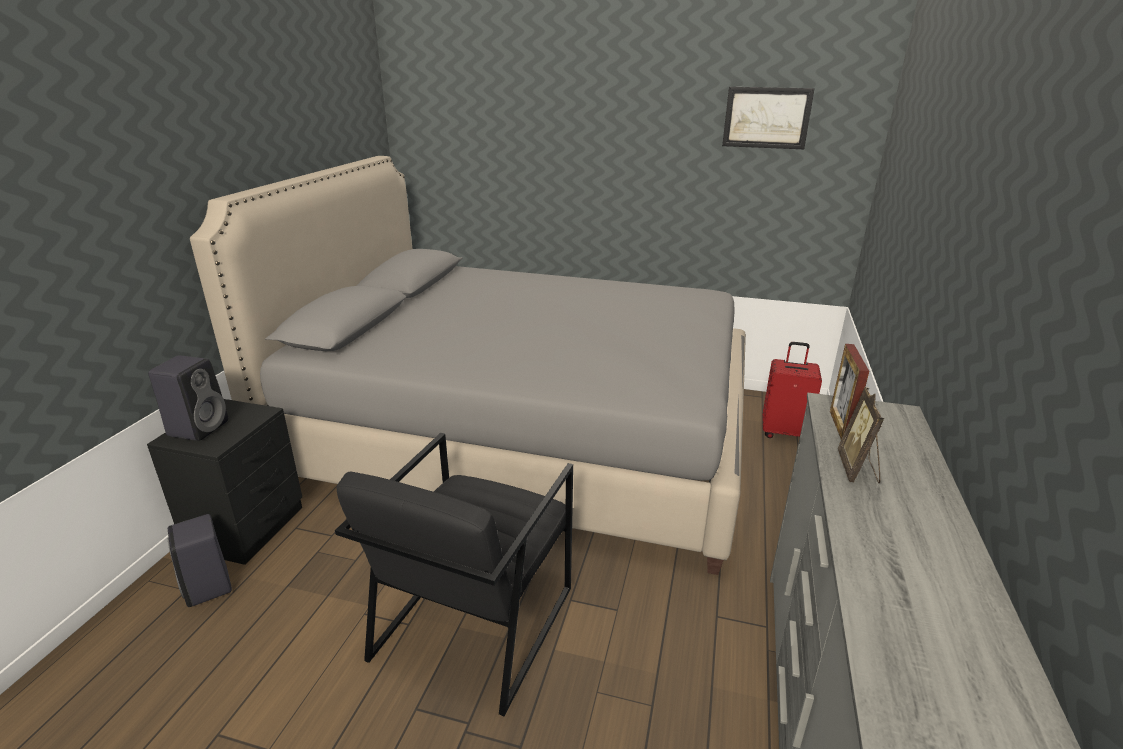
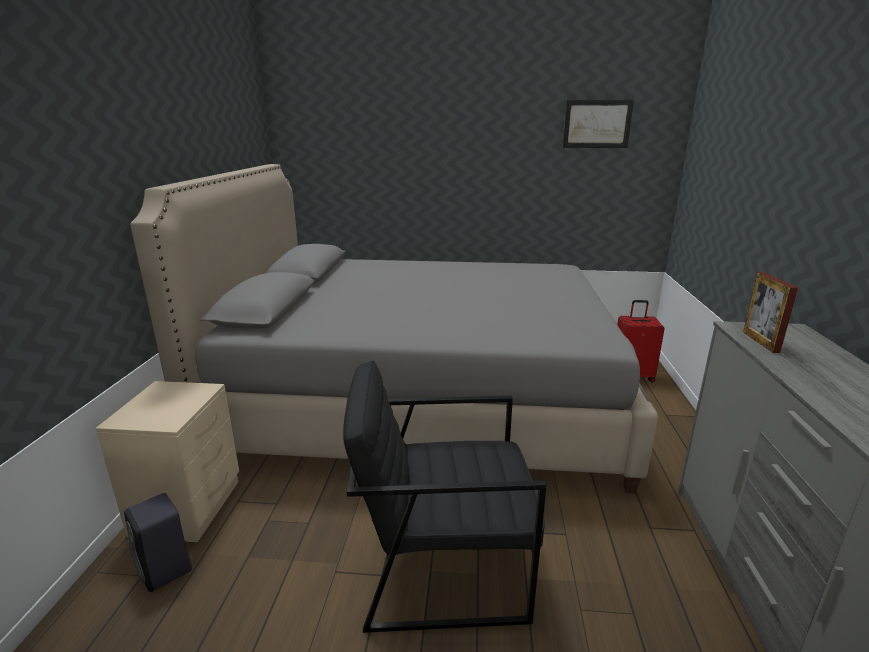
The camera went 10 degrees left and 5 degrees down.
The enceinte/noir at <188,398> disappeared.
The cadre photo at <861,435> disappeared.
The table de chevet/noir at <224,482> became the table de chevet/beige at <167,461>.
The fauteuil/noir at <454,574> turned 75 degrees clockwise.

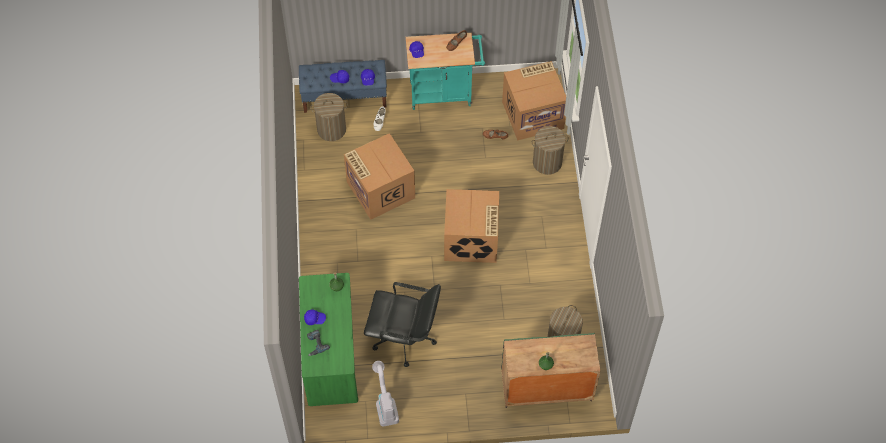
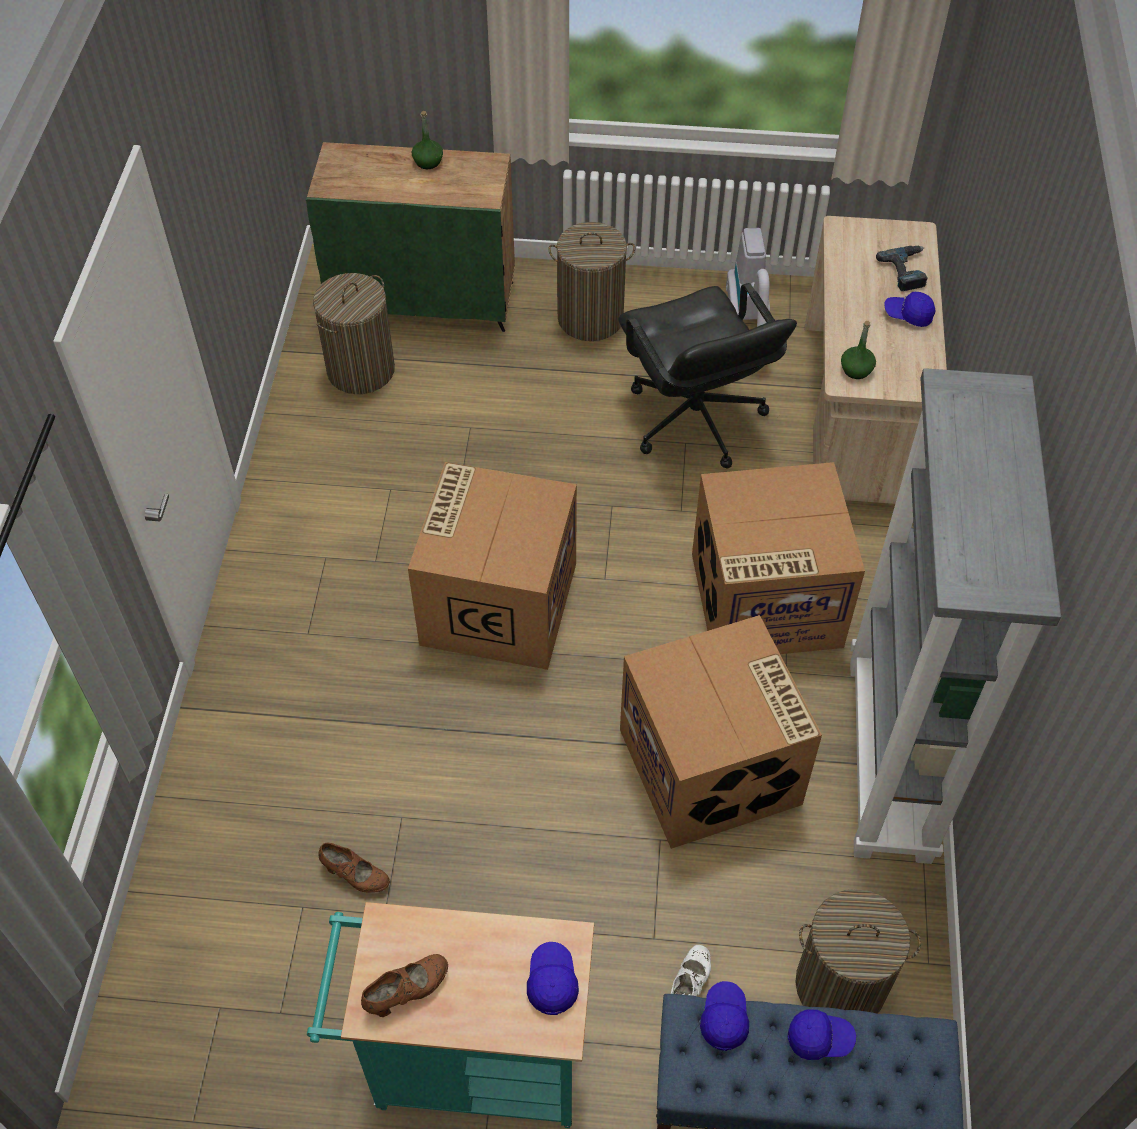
The camera went 170 degrees left and 5 degrees down.
The carton moved from <534,101> to <778,558>.
The panier à linge moved from <550,150> to <591,281>.
The bureau/vert at <328,339> became the bureau/beige at <875,360>.
The chaise de bureau/noir at <402,324> turned 135 degrees counterclockwise.
The bibliothèque/gris at <955,616> appeared.

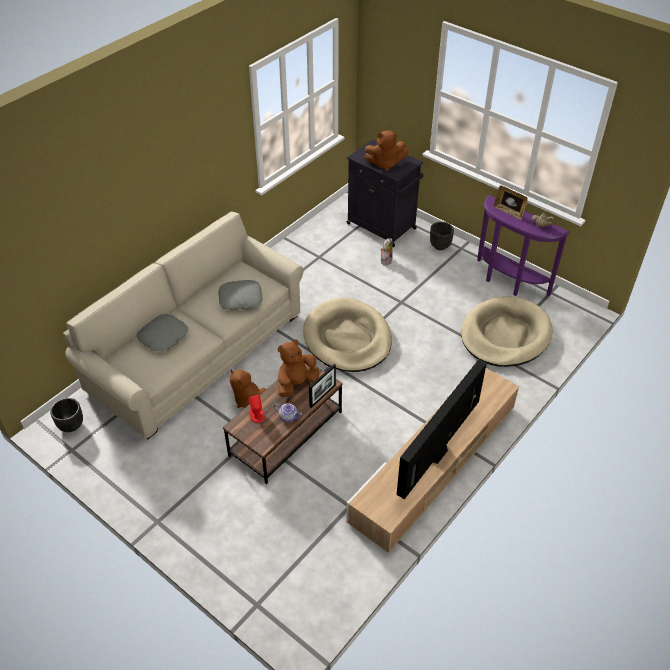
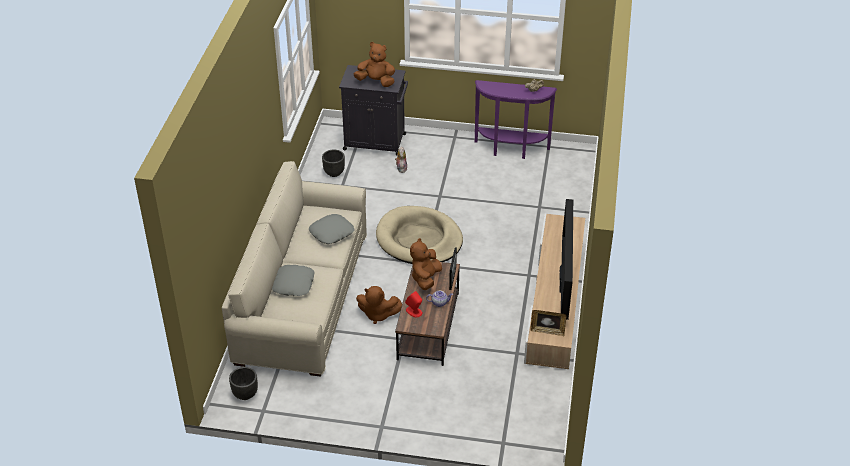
The camera went 30 degrees left and 5 degrees down.
The peluche/marron at <387,150> turned 135 degrees counterclockwise.
The cadre photo moved from <511,202> to <548,323>.
The cache-pot/noir moved from <442,236> to <333,163>.
The panier pour chien/beige at <506,331> disappeared.

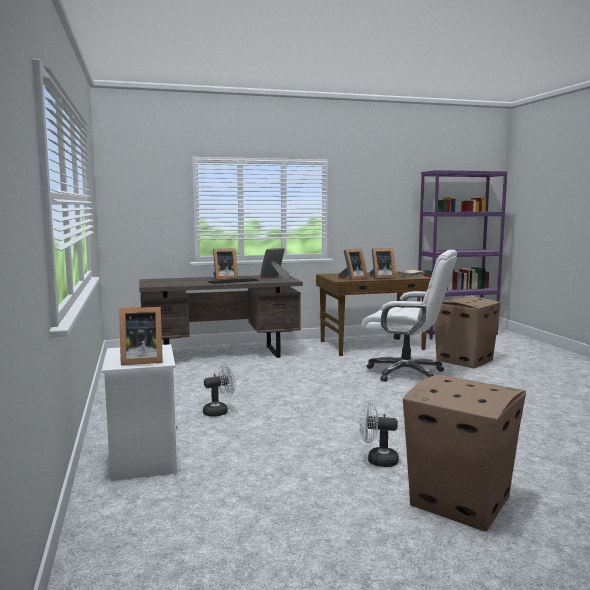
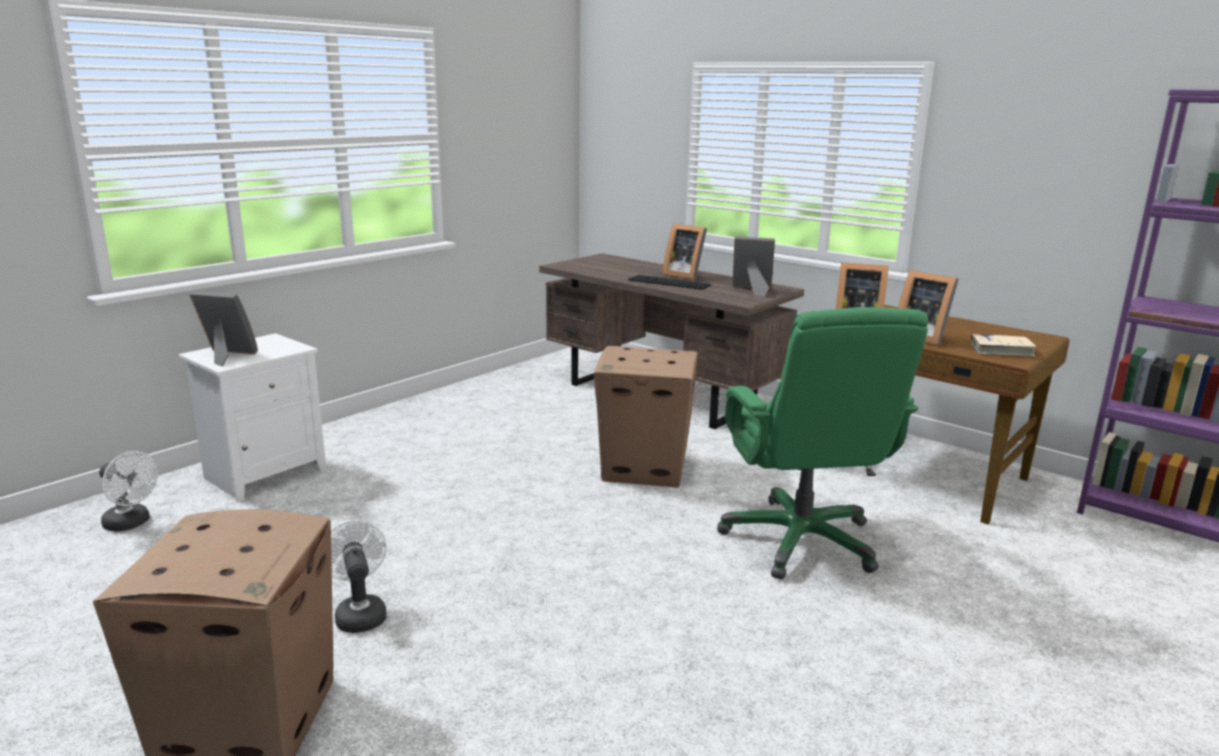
The camera went 55 degrees right and 10 degrees up.
The chaise de bureau/blanc at <409,316> became the chaise de bureau/vert at <822,443>.
The carton moved from <468,333> to <646,417>.
The cadre photo at <141,336> turned 150 degrees clockwise.
The ventilateur/blanc moved from <219,390> to <128,491>.

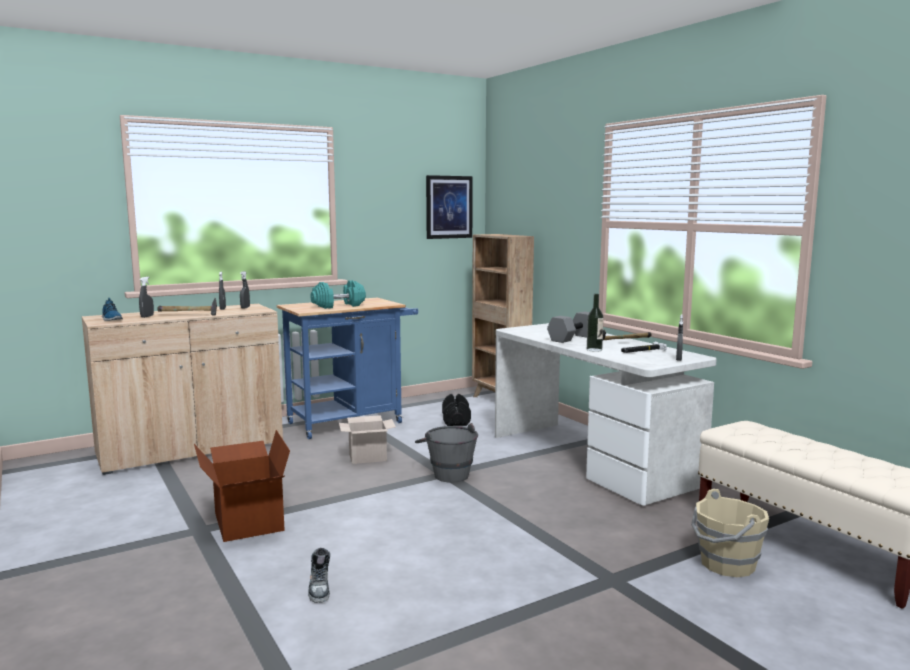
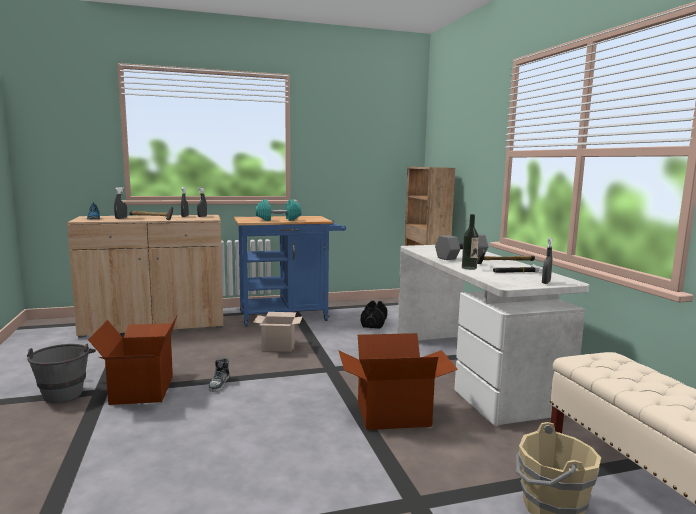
The camera went 15 degrees right and 0 degrees up.
The tableau at <449,207> disappeared.
The seau/gris moved from <446,453> to <61,373>.
The chaussure moved from <319,575> to <218,375>.
The carton at <398,381> appeared.

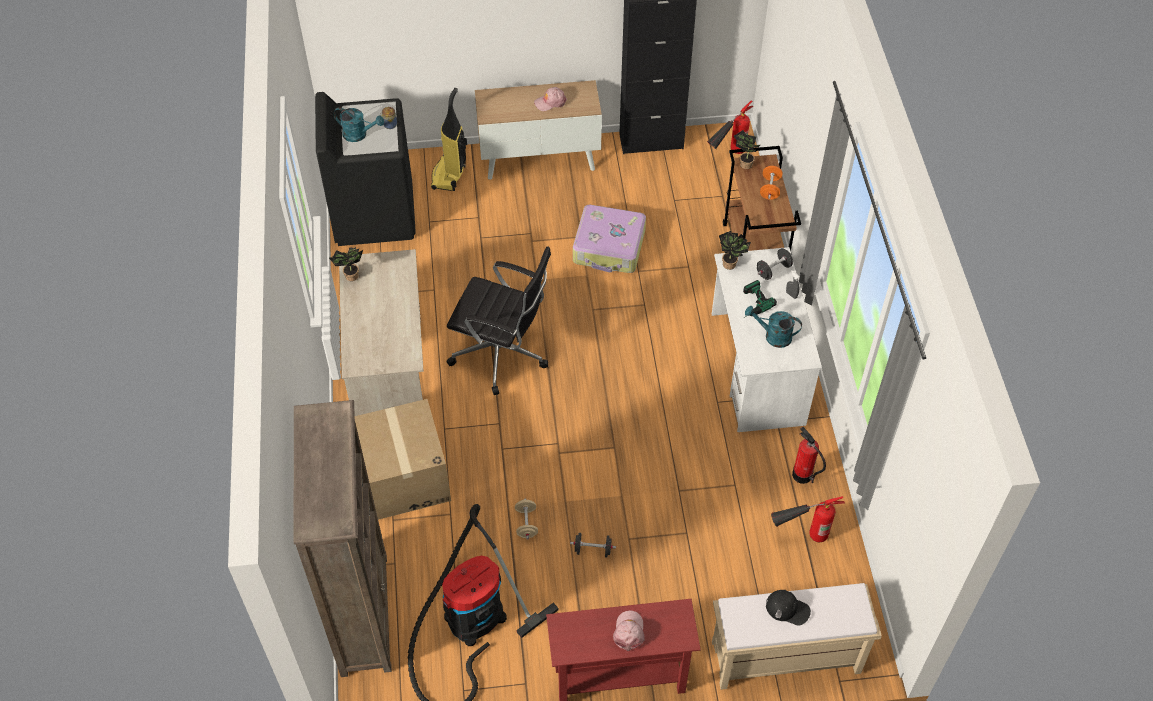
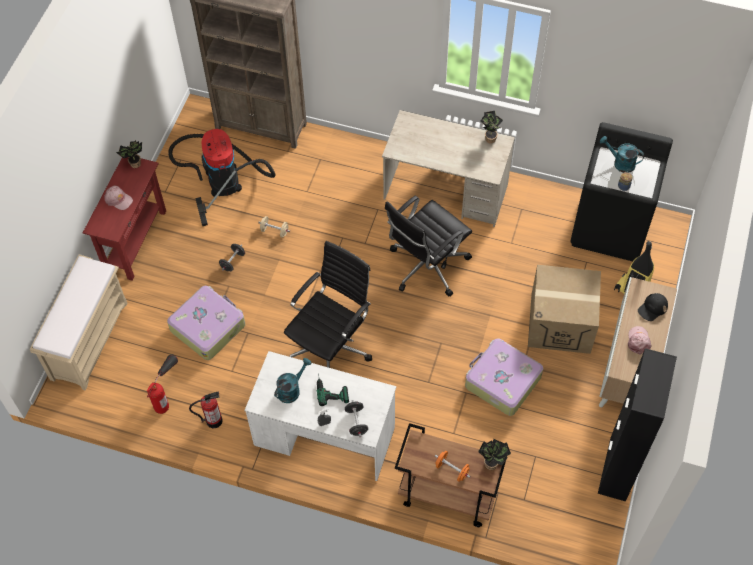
The camera went 115 degrees right and 5 degrees up.
The extincteur at <730,127> disappeared.
The arrosoir/turquoise at <359,124> turned 75 degrees clockwise.
The plante en pot moved from <735,250> to <129,154>.
The carton moved from <403,459> to <564,309>.
The casquette/noir moved from <788,607> to <653,307>.
The chaise de bureau/noir at <328,304> appeared.
The valise at <206,323> appeared.

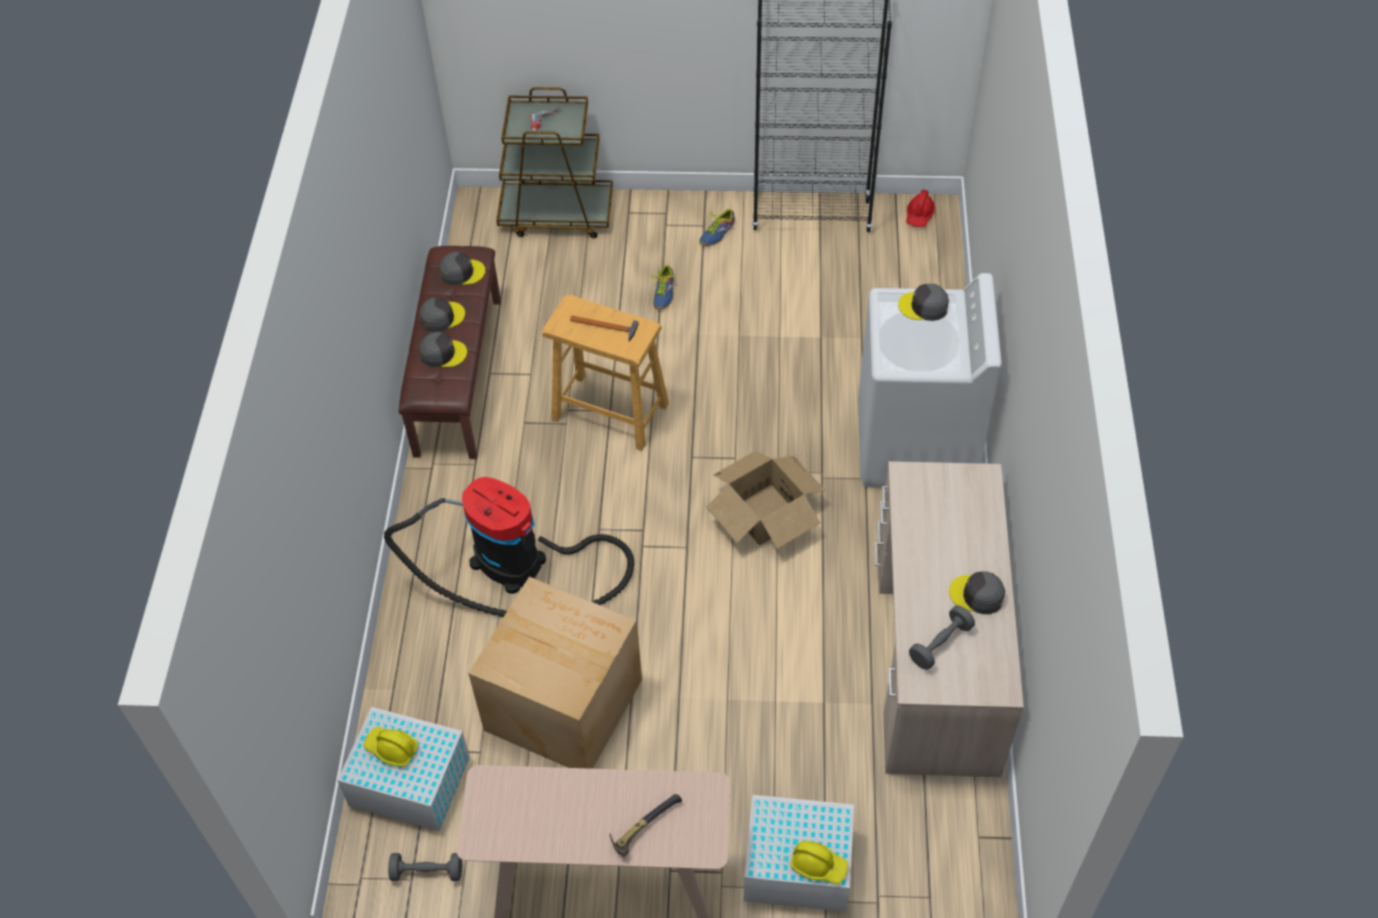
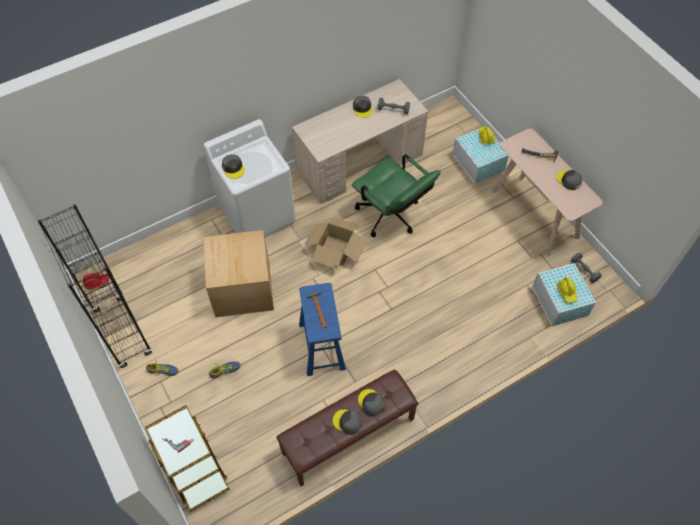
The camera went 125 degrees left and 5 degrees up.
The casquette/gris moved from <462,268> to <569,180>.
The tabouret/beige at <605,373> became the tabouret/bleu at <322,329>.
The aspirateur at <509,547> disappeared.
The carton moved from <555,673> to <239,273>.
The chaise de bureau/vert at <396,195> appeared.

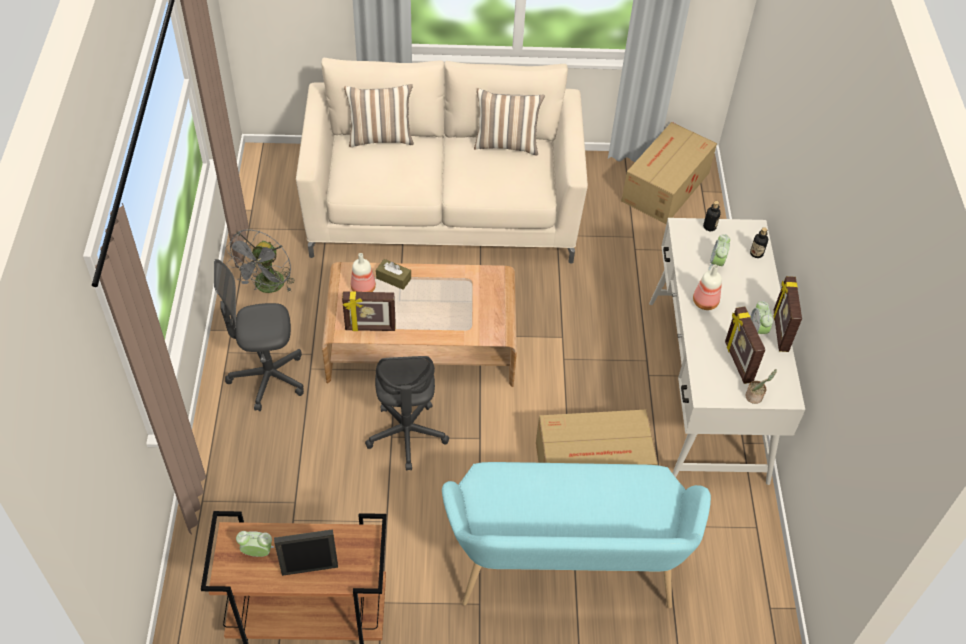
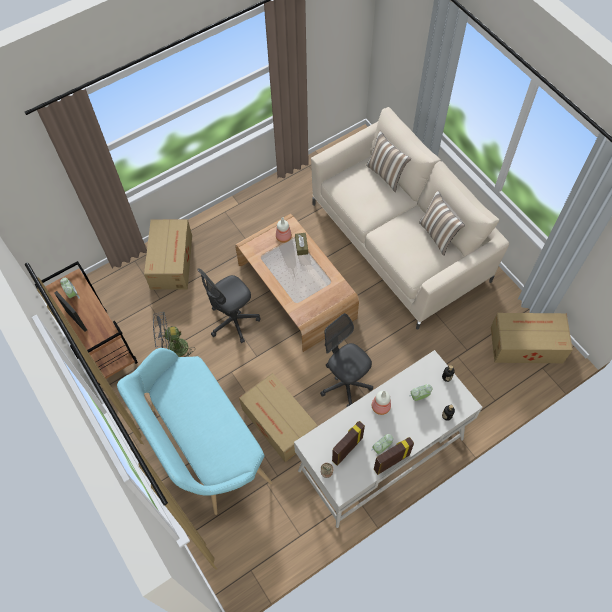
The camera went 60 degrees right and 10 degrees up.
The ventilateur/gris moved from <260,261> to <174,334>.
The chaise de bureau/gris moved from <259,335> to <346,360>.
The cadre photo at <369,311> disappeared.
The carton at <168,254> appeared.

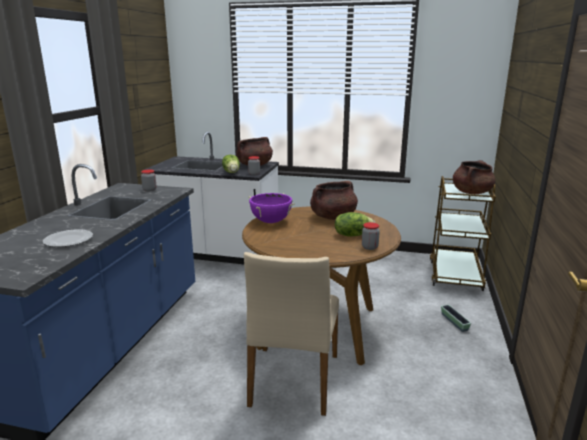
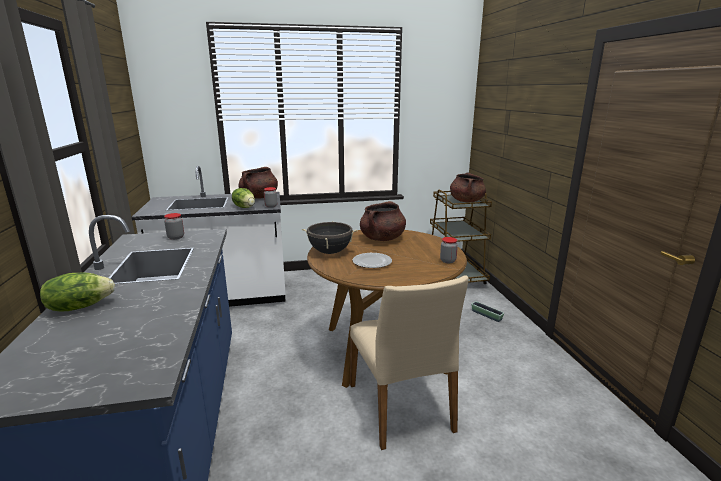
The camera went 25 degrees left and 0 degrees up.
The marmite/violet at <271,208> became the marmite/noir at <330,237>.
The laitue moved from <355,224> to <77,291>.
The assiette moved from <68,238> to <372,260>.

